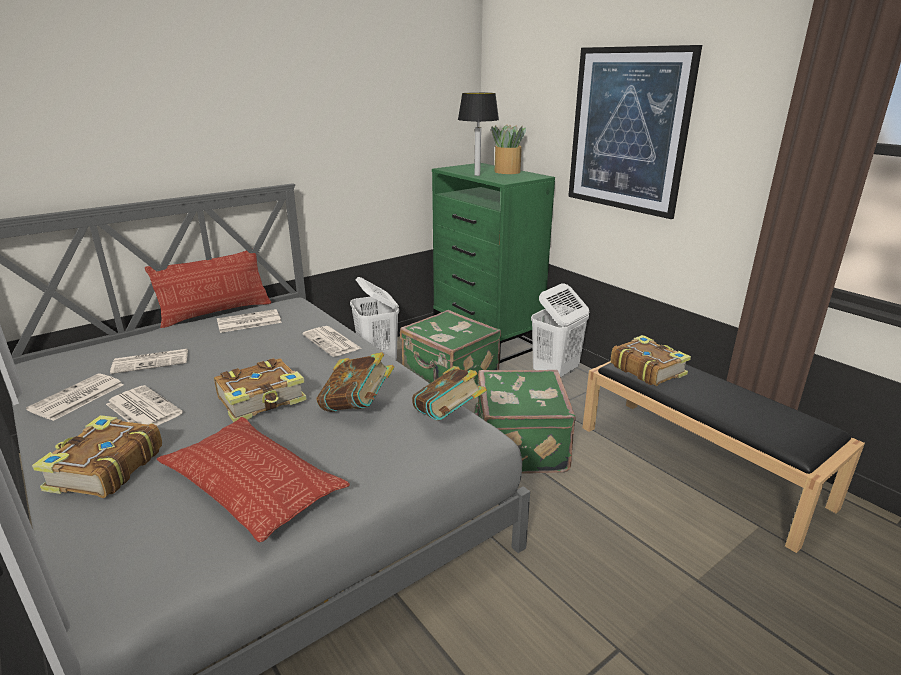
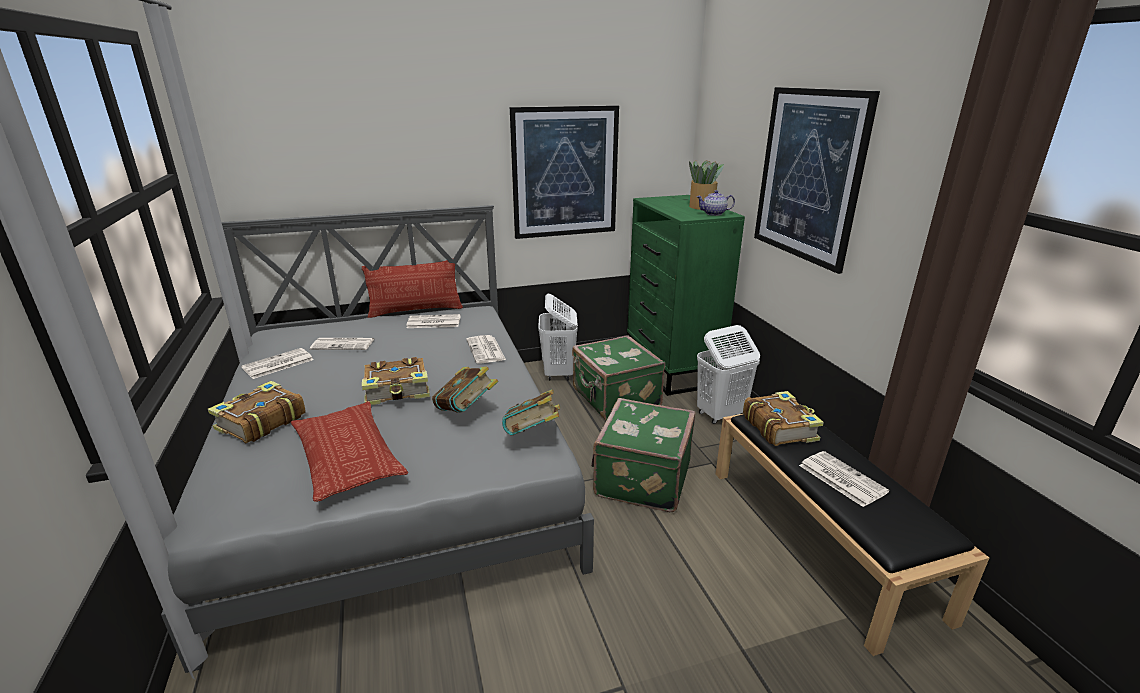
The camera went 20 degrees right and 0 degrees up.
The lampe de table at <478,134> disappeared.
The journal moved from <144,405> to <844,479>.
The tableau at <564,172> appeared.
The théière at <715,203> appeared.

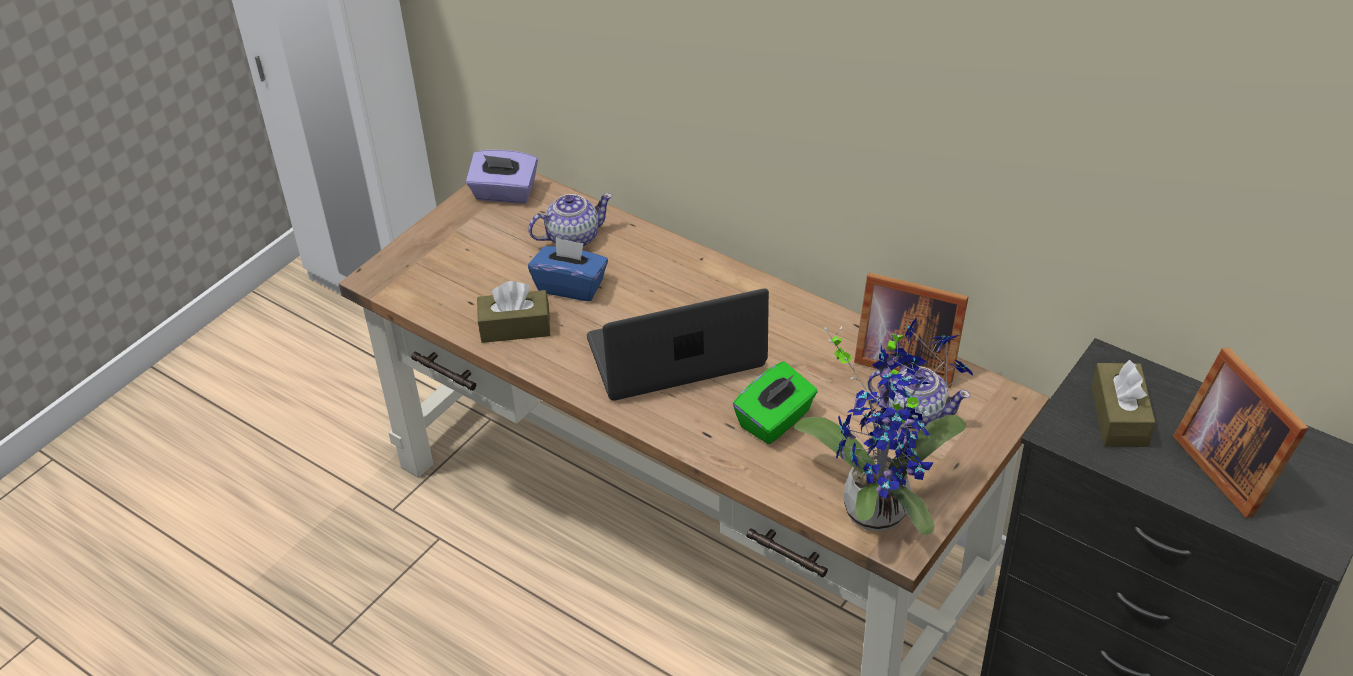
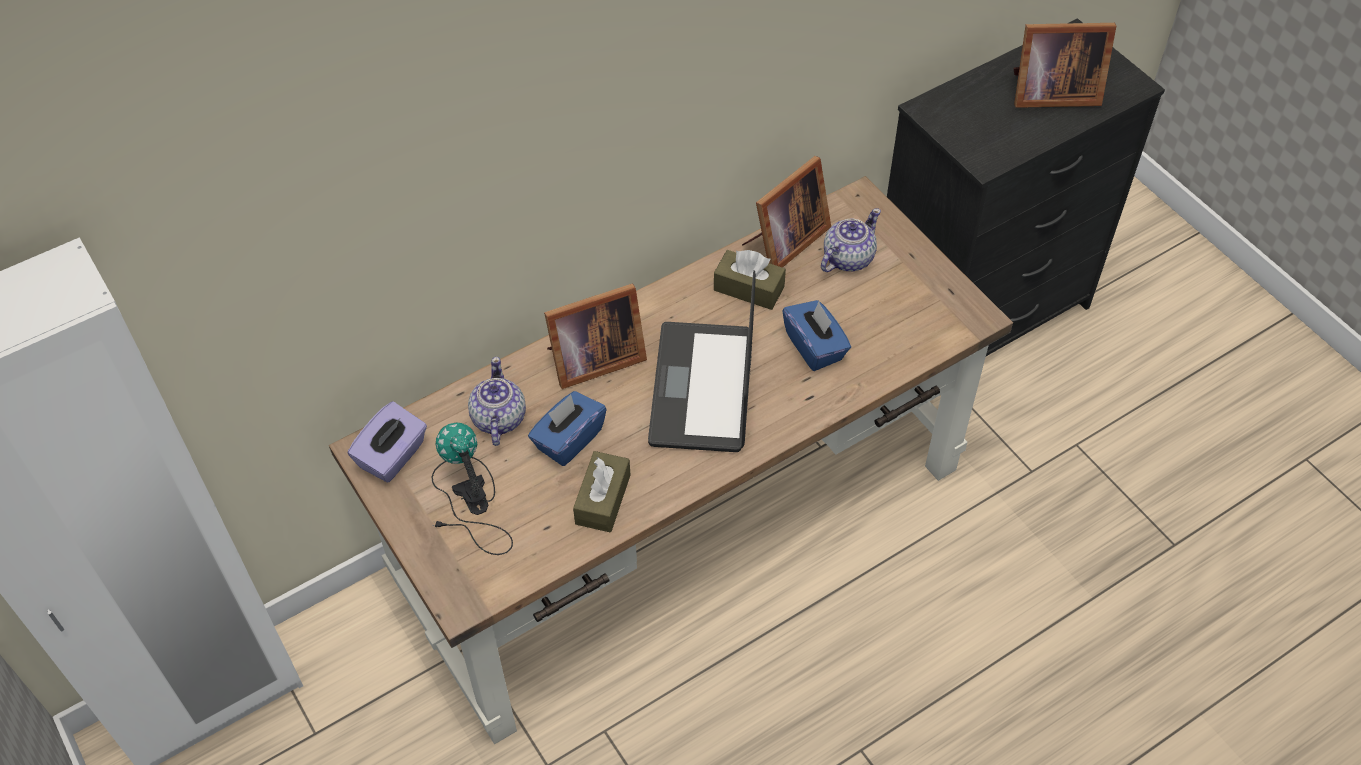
The camera went 70 degrees left and 10 degrees up.
The plante en pot at <883,426> disappeared.
The boîte à mouchoirs/marron moved from <1123,403> to <750,280>.
The boîte à mouchoirs/vert at <775,403> became the boîte à mouchoirs/bleu at <816,335>.
The cadre photo at <595,336> appeared.
The lampe de table at <472,488> appeared.

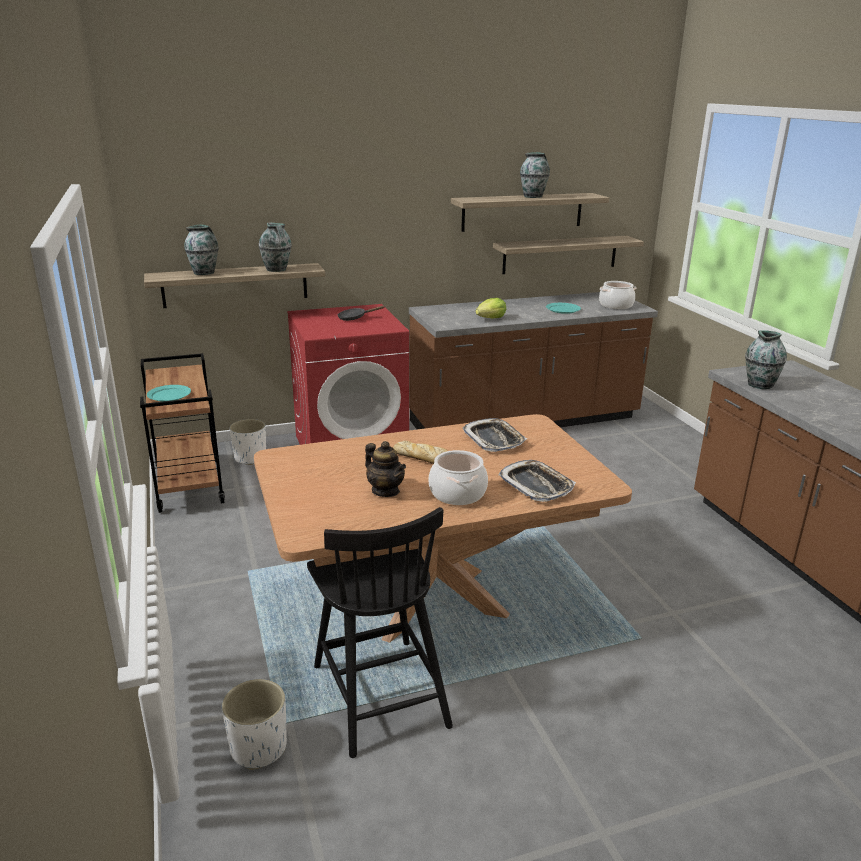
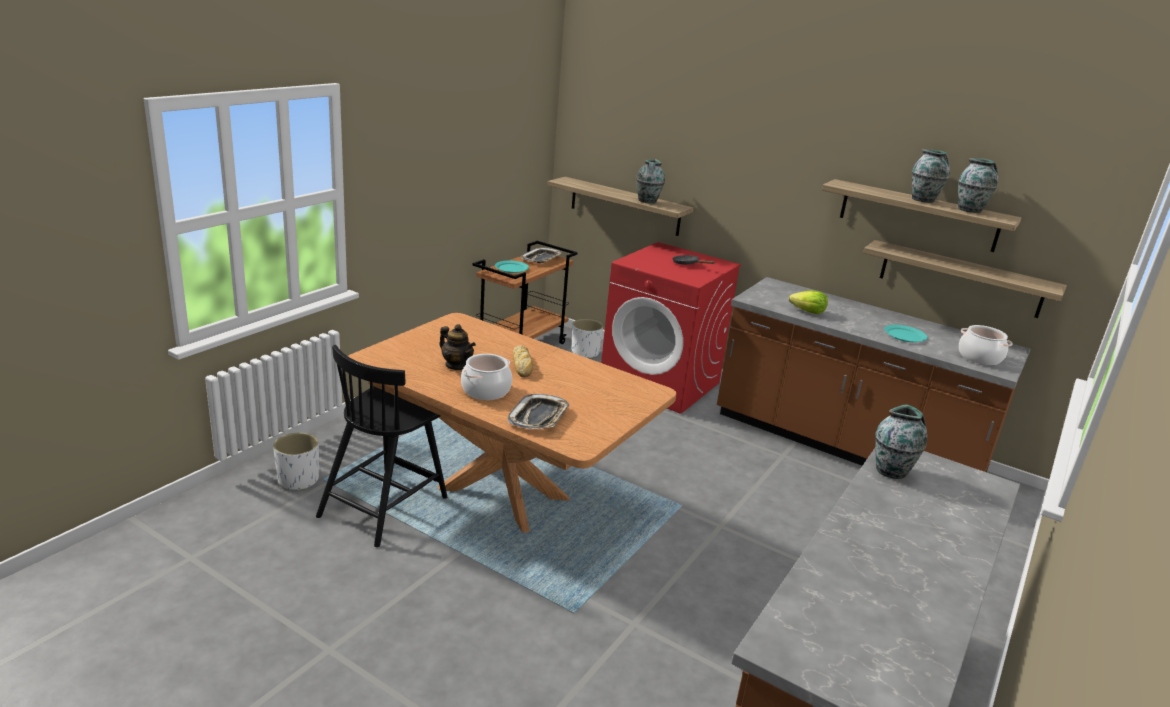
The camera went 50 degrees right and 0 degrees up.
The vase moved from <201,250> to <978,185>.
The plateau moved from <494,435> to <541,255>.
The théière at <385,469> turned 60 degrees counterclockwise.

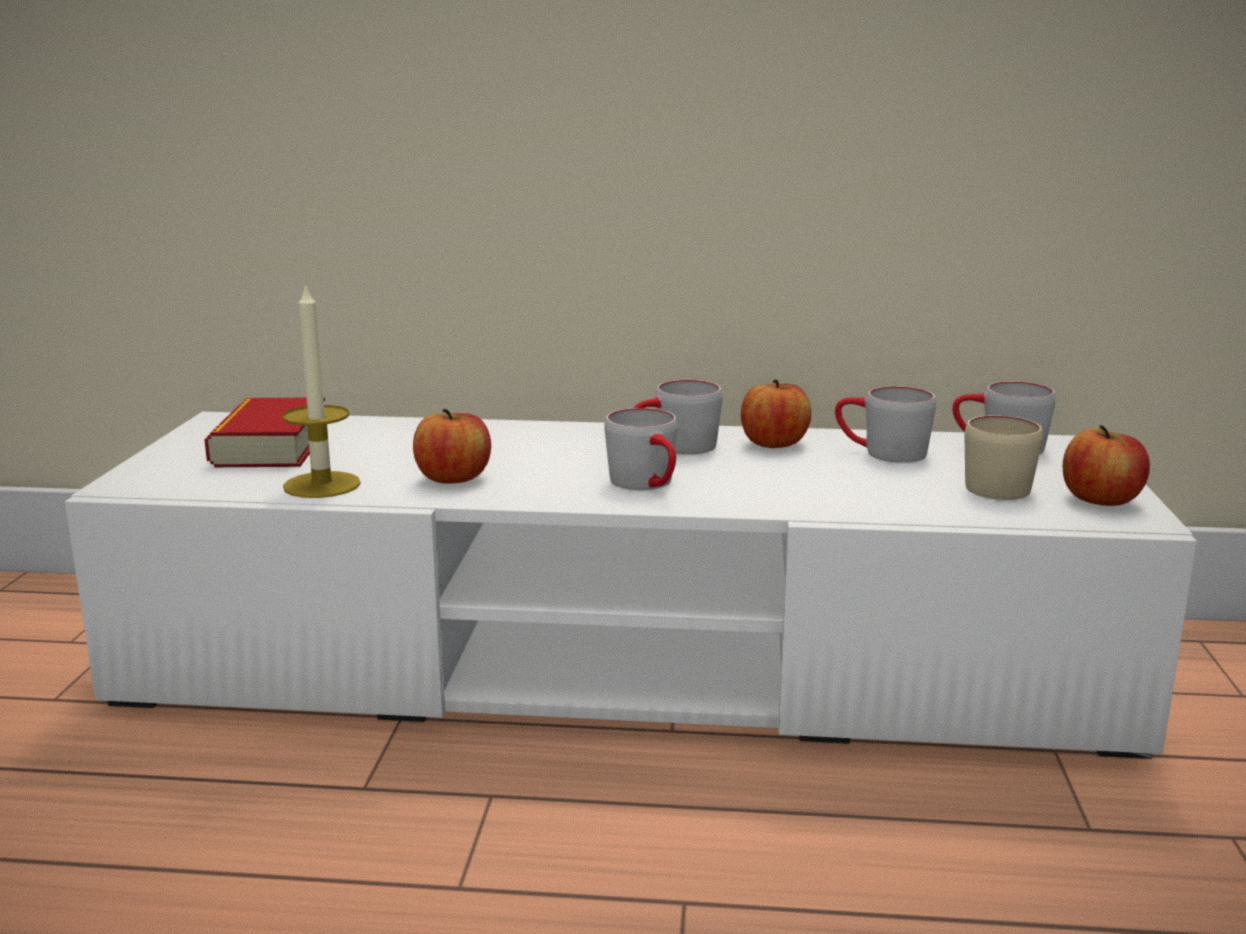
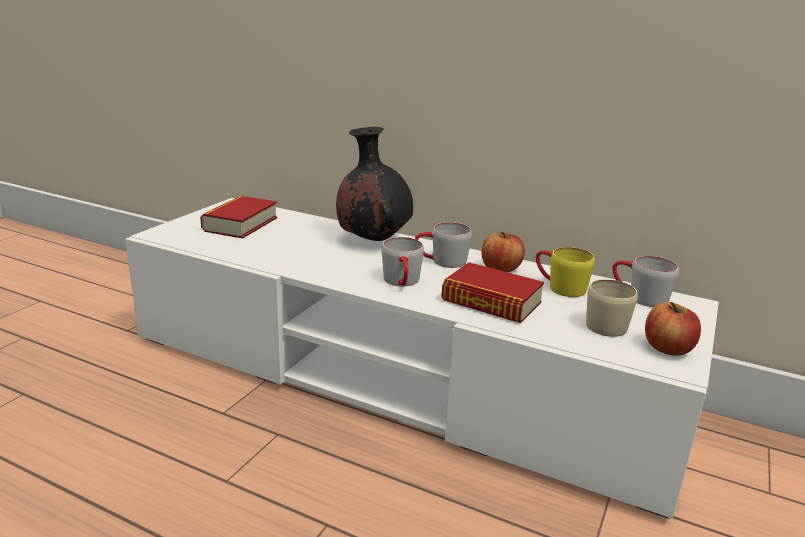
The camera went 20 degrees right and 5 degrees up.
The bougie at <322,390> disappeared.
The mug/gris at <885,424> became the mug/jaune at <565,272>.
The pomme at <452,446> disappeared.
The vase/noir at <374,184> appeared.
The livre at <492,292> appeared.

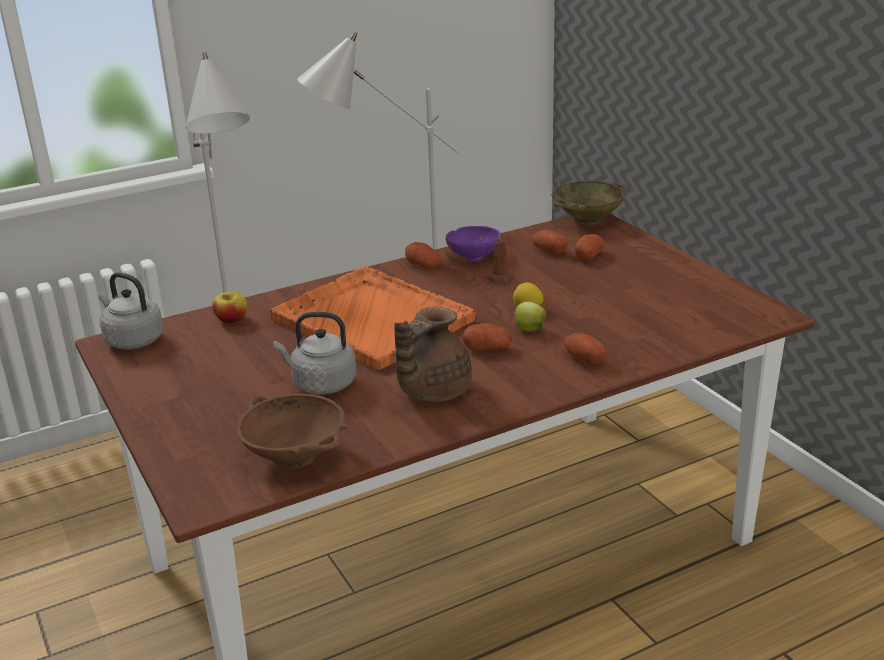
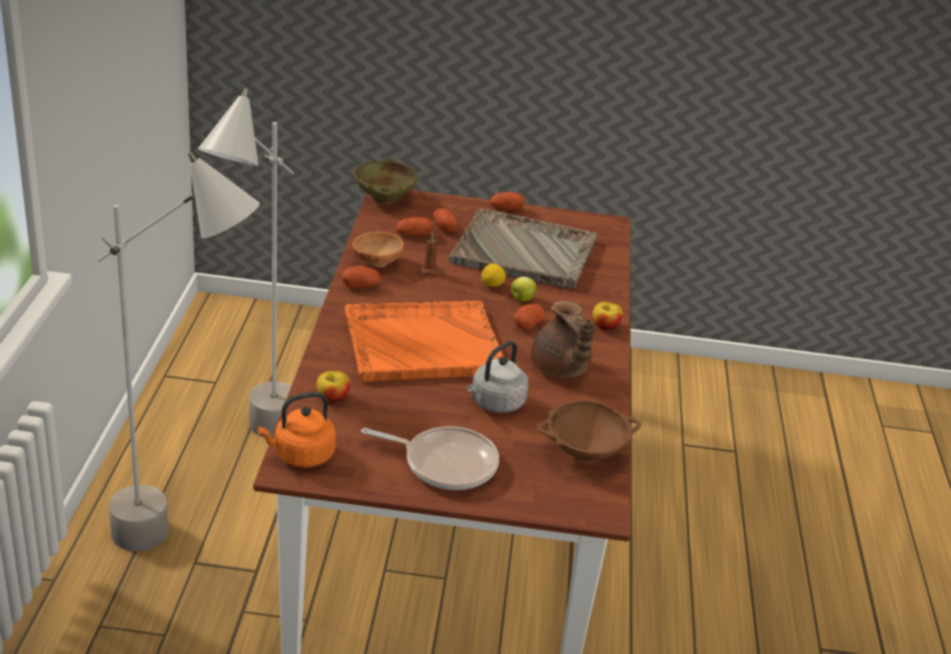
The camera went 60 degrees left and 5 degrees up.
The bol/violet at <473,243> became the bol/marron at <378,249>.
The bouilloire/gris at <130,310> became the bouilloire/orange at <296,430>.
The pomme de terre moved from <585,349> to <507,201>.
The plateau/gris at <523,248> appeared.
The pomme at <607,316> appeared.
The poêle at <430,458> appeared.

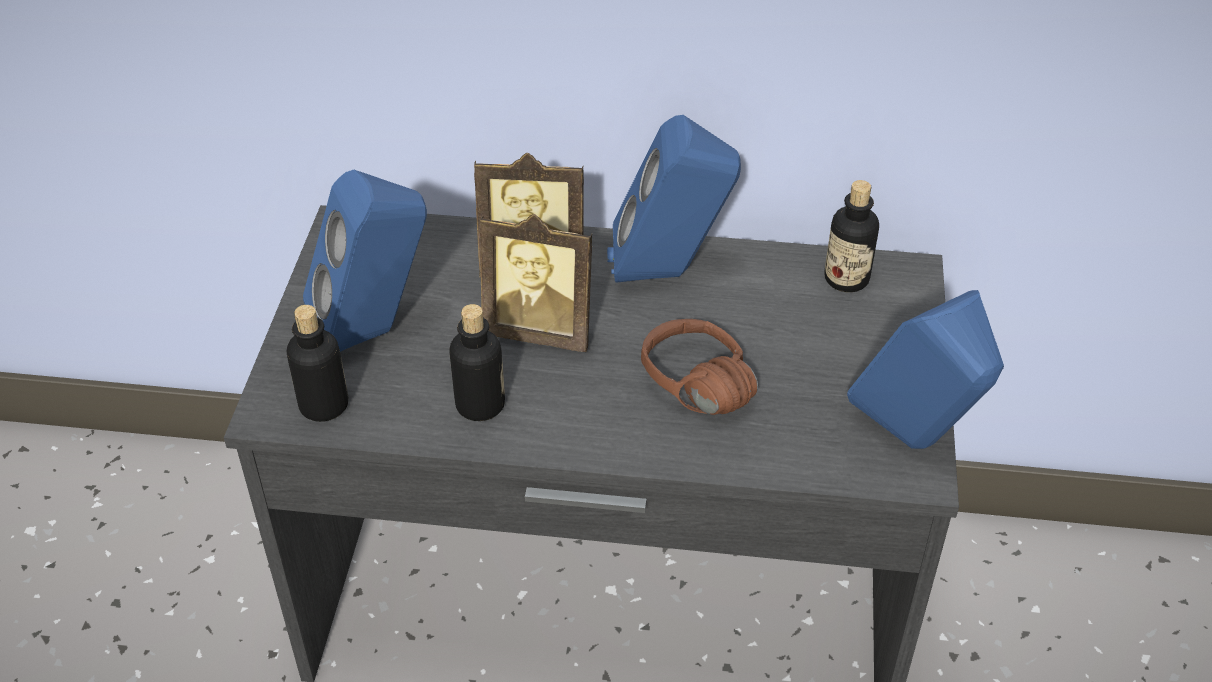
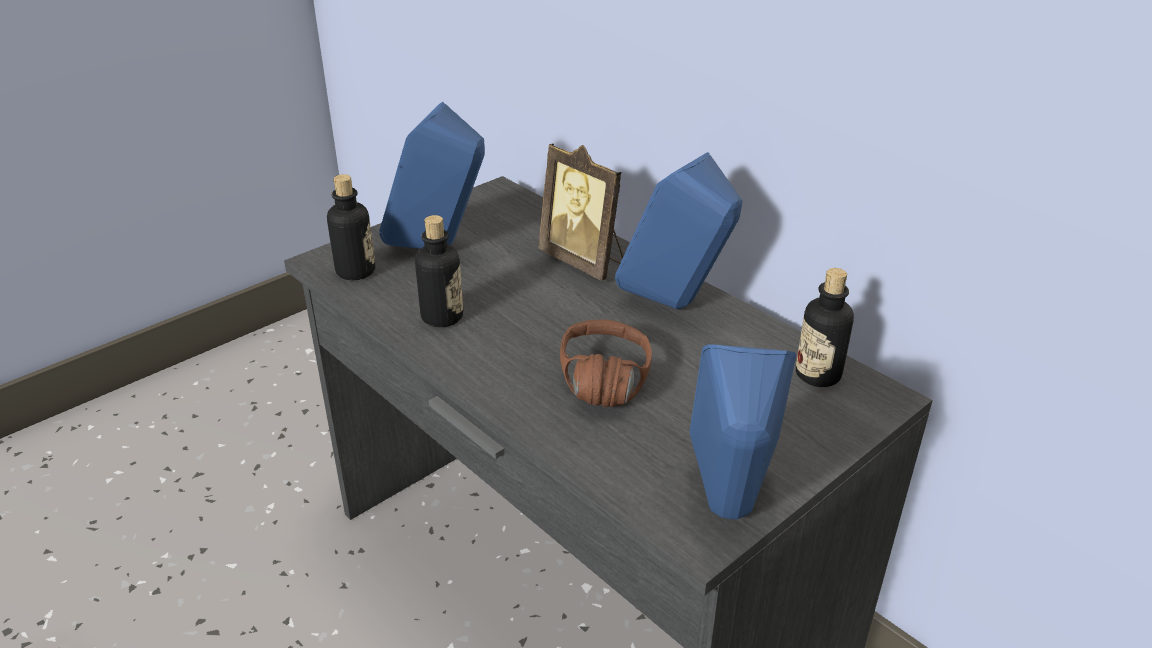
The camera went 40 degrees right and 10 degrees down.
The cadre photo at <536,283> disappeared.

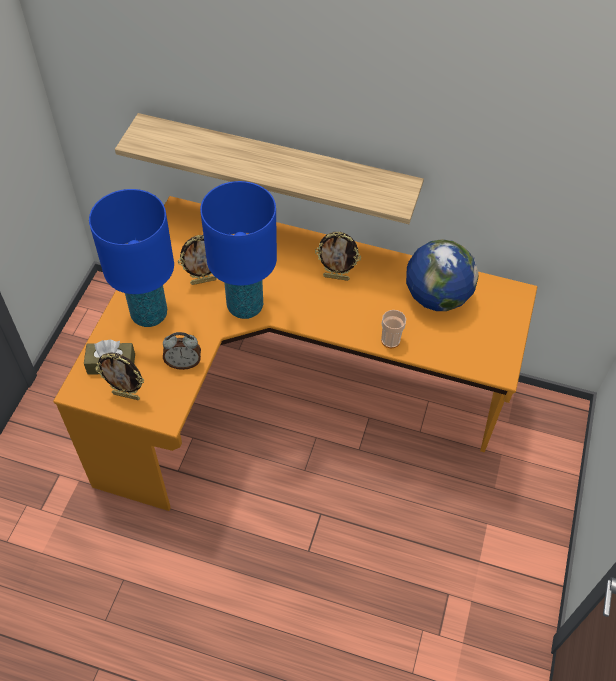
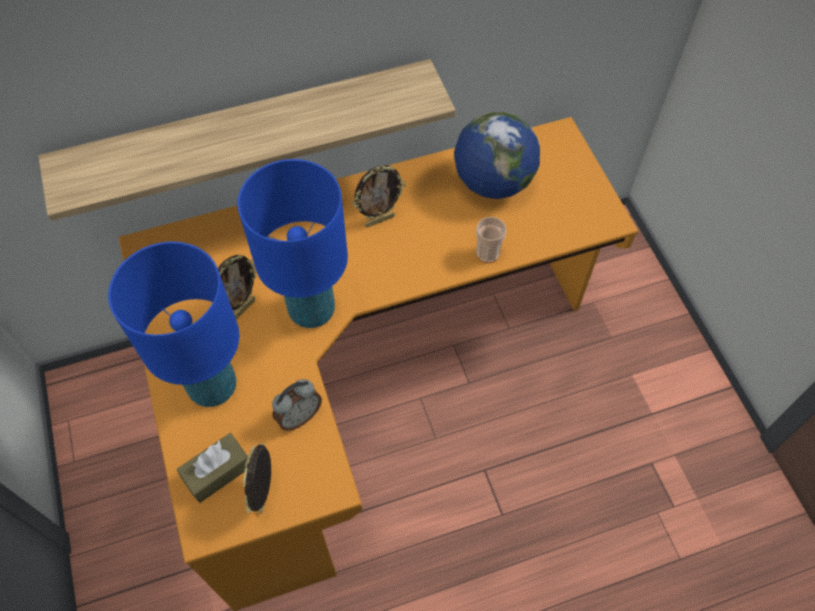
The camera went 35 degrees left and 5 degrees up.
The cadre photo at <119,376> turned 120 degrees clockwise.

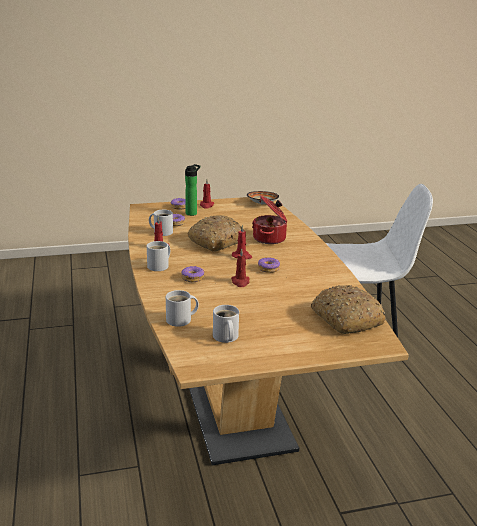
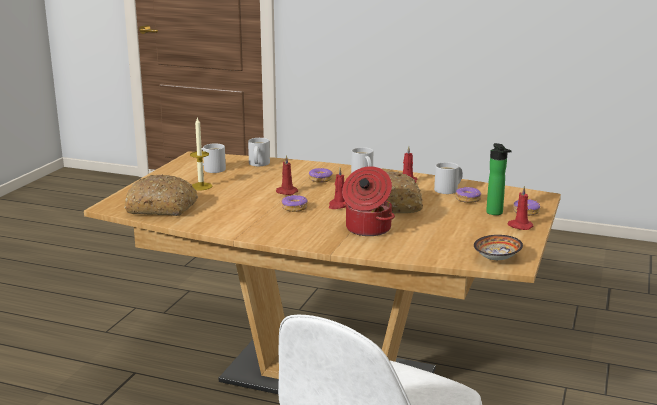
The camera went 125 degrees right and 5 degrees down.
The bougie at <201,153> appeared.

